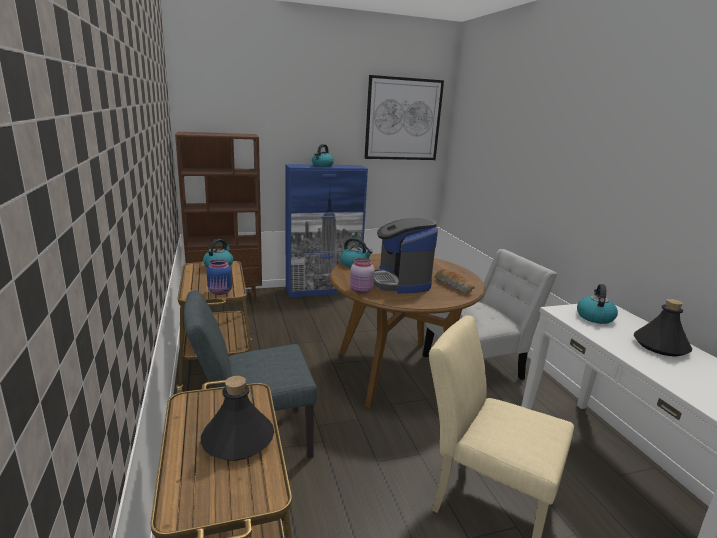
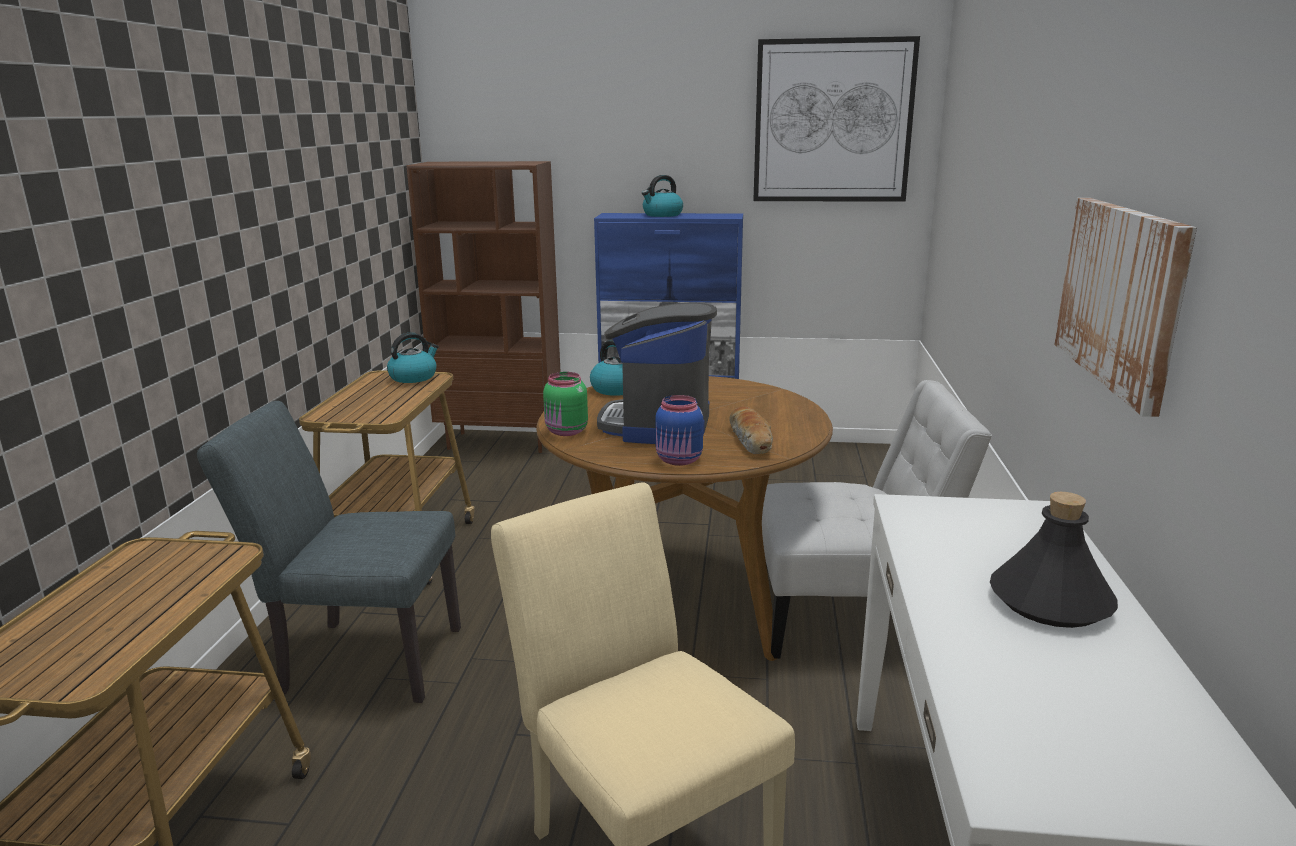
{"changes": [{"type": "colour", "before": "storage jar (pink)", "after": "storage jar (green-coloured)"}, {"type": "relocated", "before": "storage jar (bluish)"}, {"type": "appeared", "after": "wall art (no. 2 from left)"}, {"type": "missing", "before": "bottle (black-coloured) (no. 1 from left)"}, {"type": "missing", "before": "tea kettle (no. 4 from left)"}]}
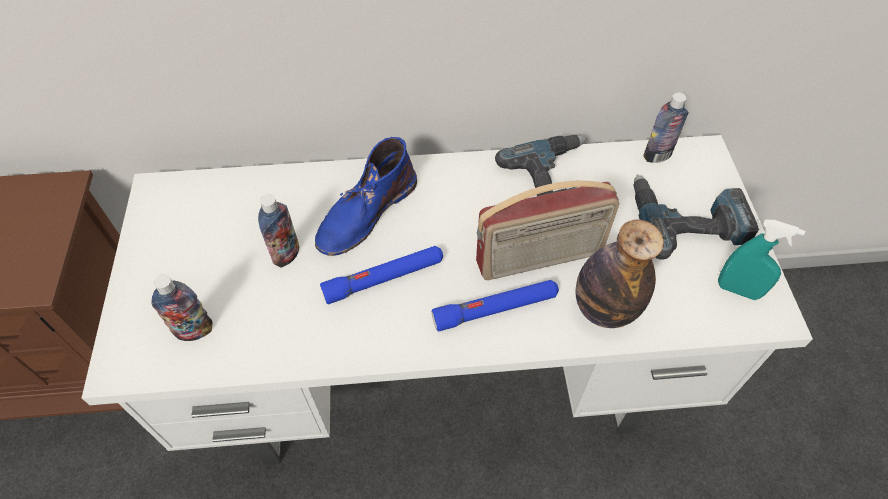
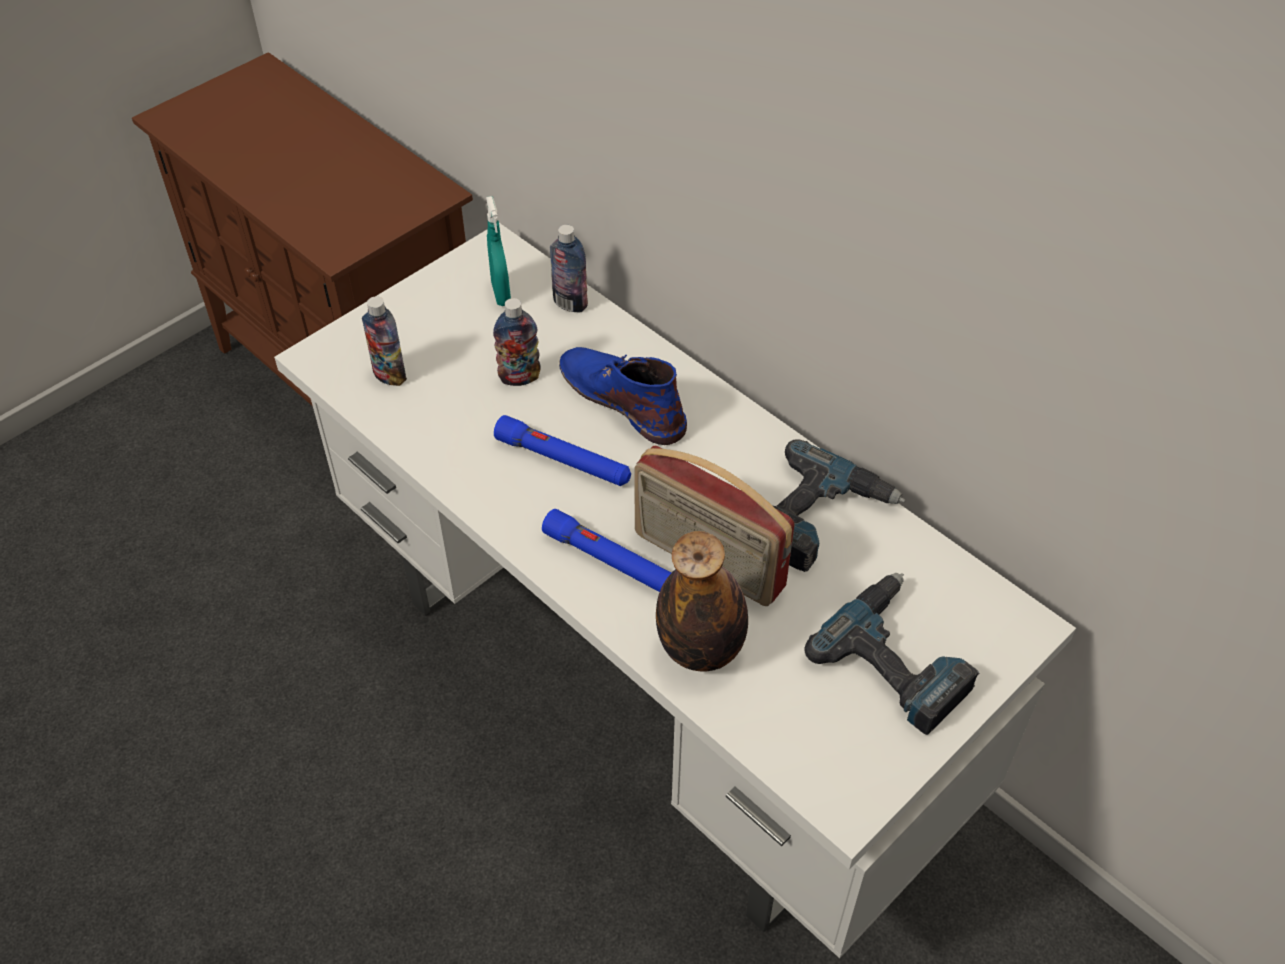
{"changes": [{"type": "relocated", "before": "spray bottle (turquoise)"}, {"type": "relocated", "before": "bottle (no. 4 from left in the first image)", "after": "bottle (no. 3 from left)"}, {"type": "spun", "before": "tall boot (bluish)", "turn": 45}]}
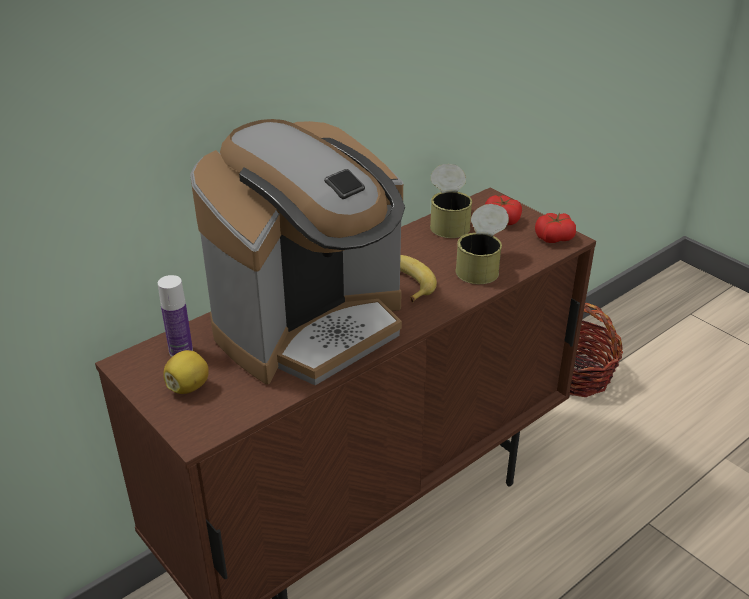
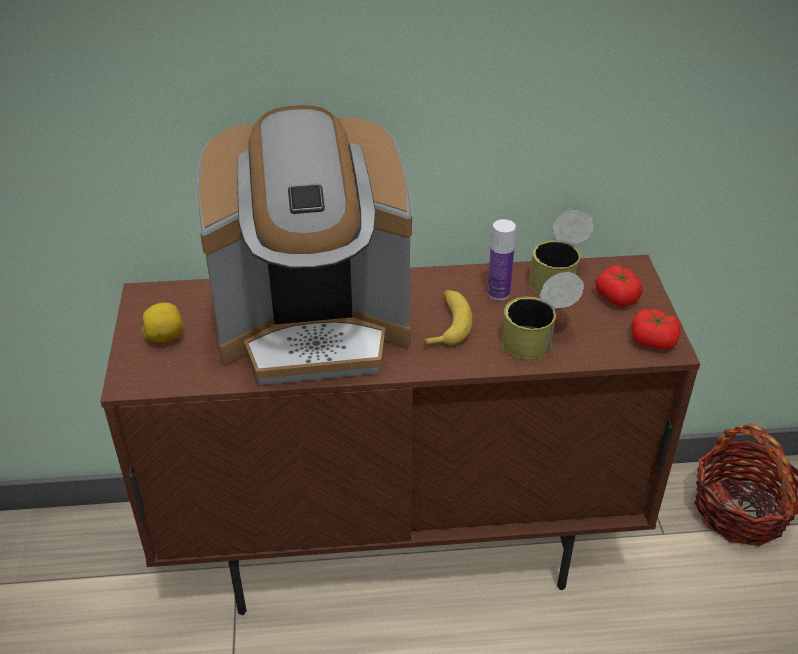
{"changes": [{"type": "relocated", "before": "bottle"}]}
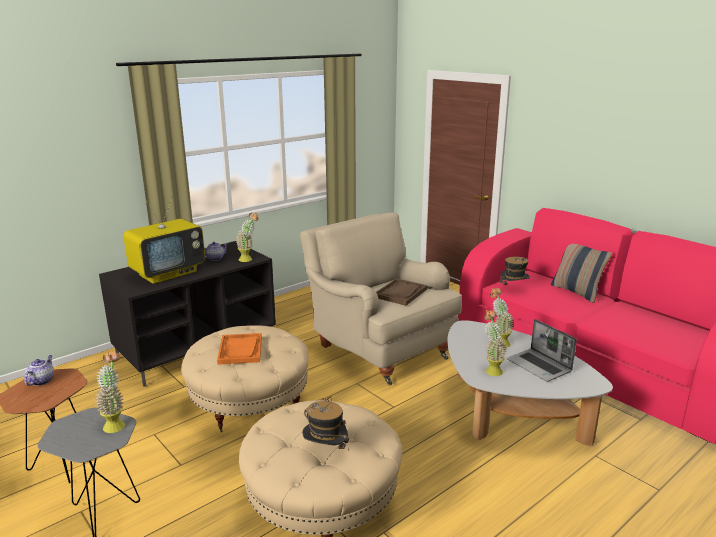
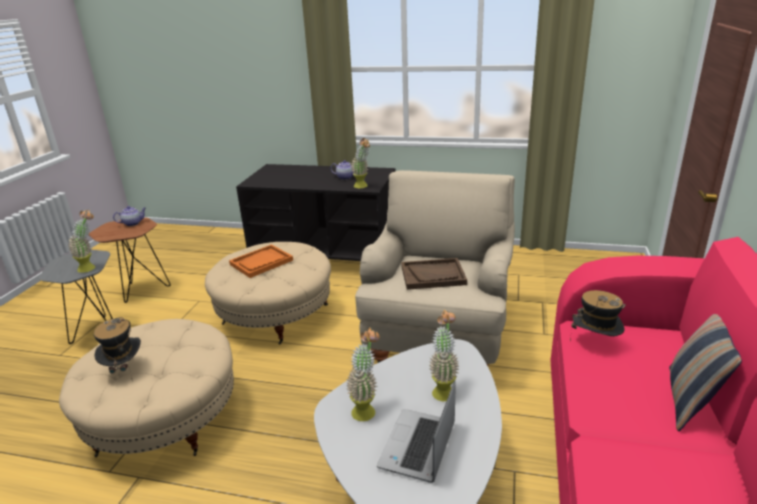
{"changes": [{"type": "missing", "before": "television"}]}
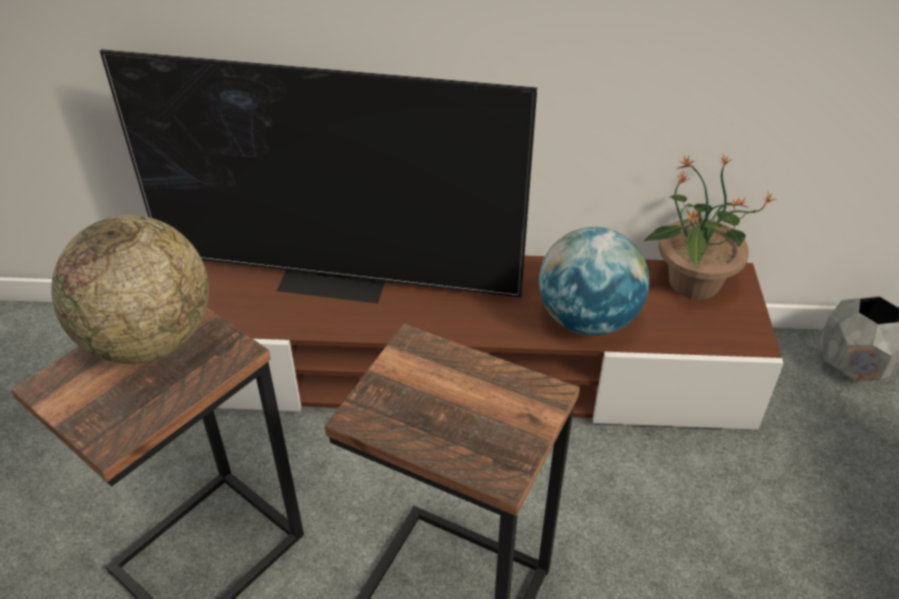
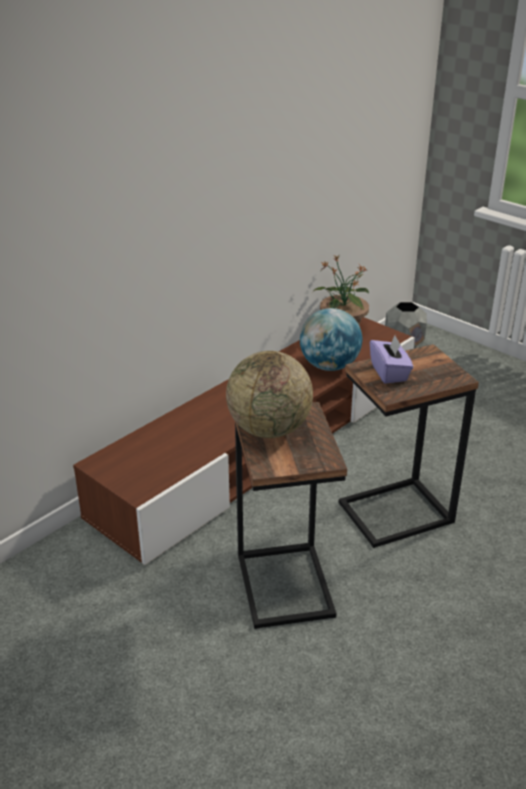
{"changes": [{"type": "appeared", "after": "tissue holder (purplish)"}, {"type": "missing", "before": "television"}]}
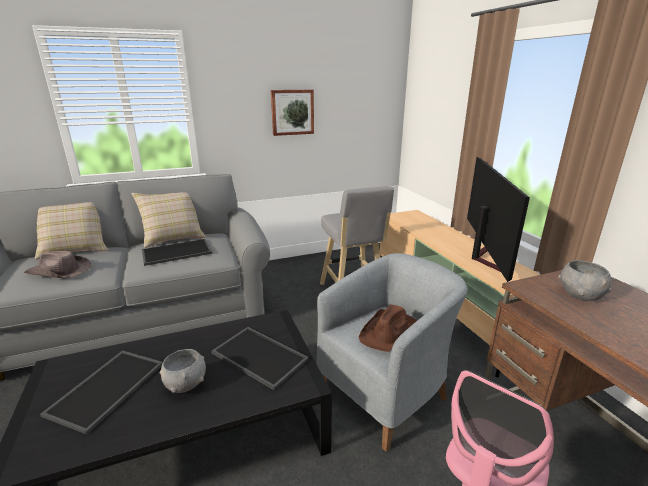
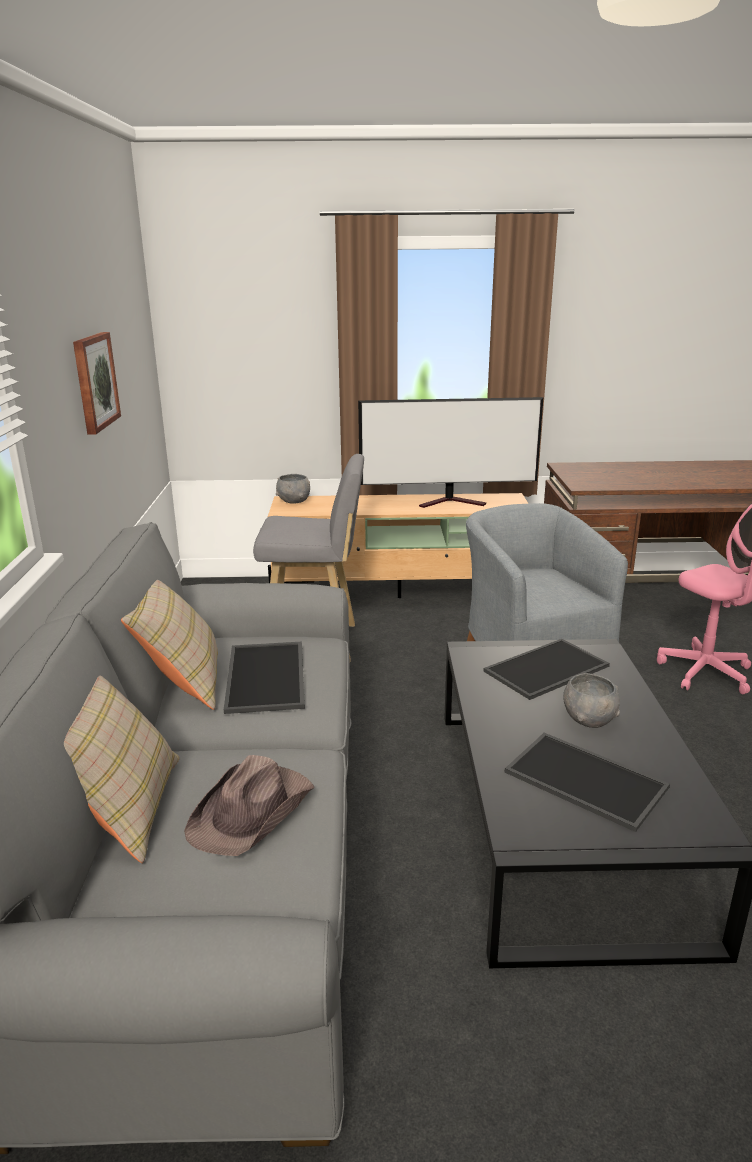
{"changes": [{"type": "relocated", "before": "deep dish (gray) (no. 2 from left in the first image)", "after": "deep dish (gray) (no. 1 from left)"}, {"type": "spun", "before": "television", "turn": 150}, {"type": "missing", "before": "wearable hat (brownish) (no. 2 from left)"}]}
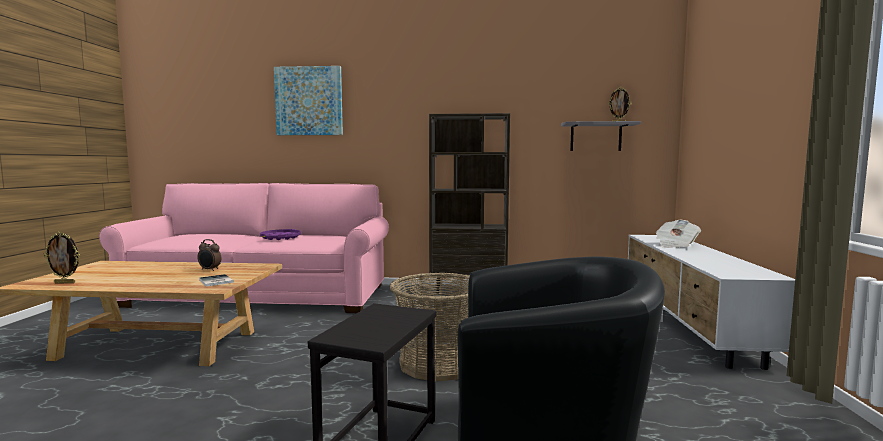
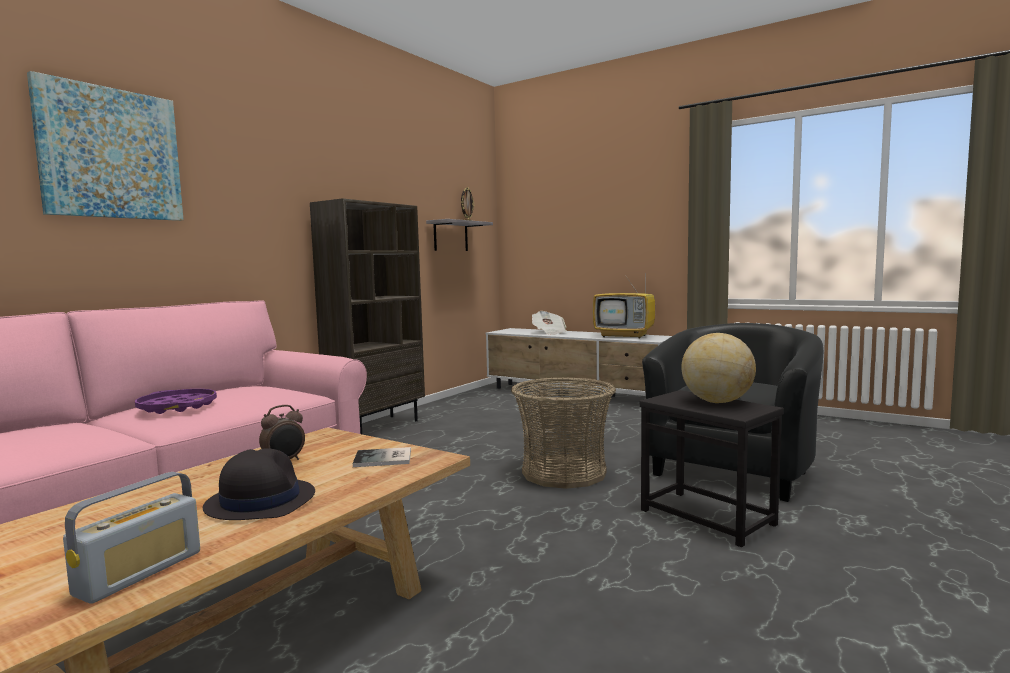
{"changes": [{"type": "exchanged", "before": "photo frame (no. 1 from left)", "after": "radio set"}, {"type": "appeared", "after": "wearable hat (black-coloured)"}, {"type": "appeared", "after": "television"}, {"type": "appeared", "after": "desk globe"}]}
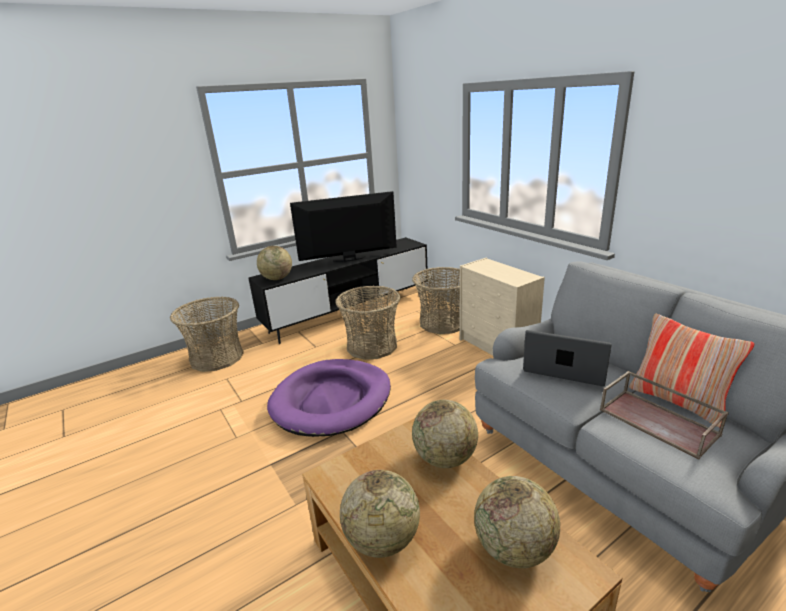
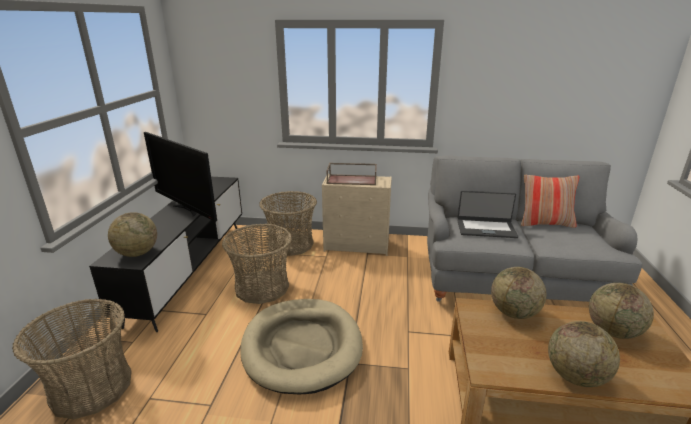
{"changes": [{"type": "spun", "before": "television", "turn": -75}, {"type": "colour", "before": "pet bed (purplish)", "after": "pet bed (beige-coloured)"}, {"type": "relocated", "before": "tray (brownish)"}, {"type": "spun", "before": "notebook computer", "turn": -150}]}
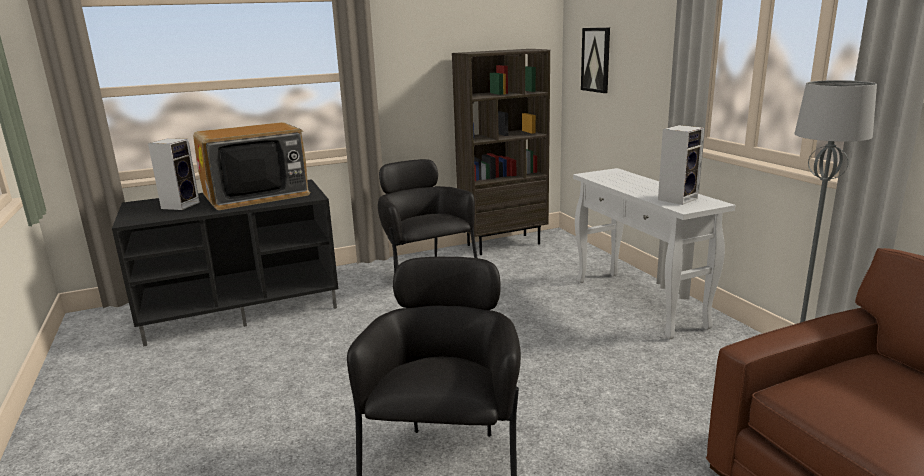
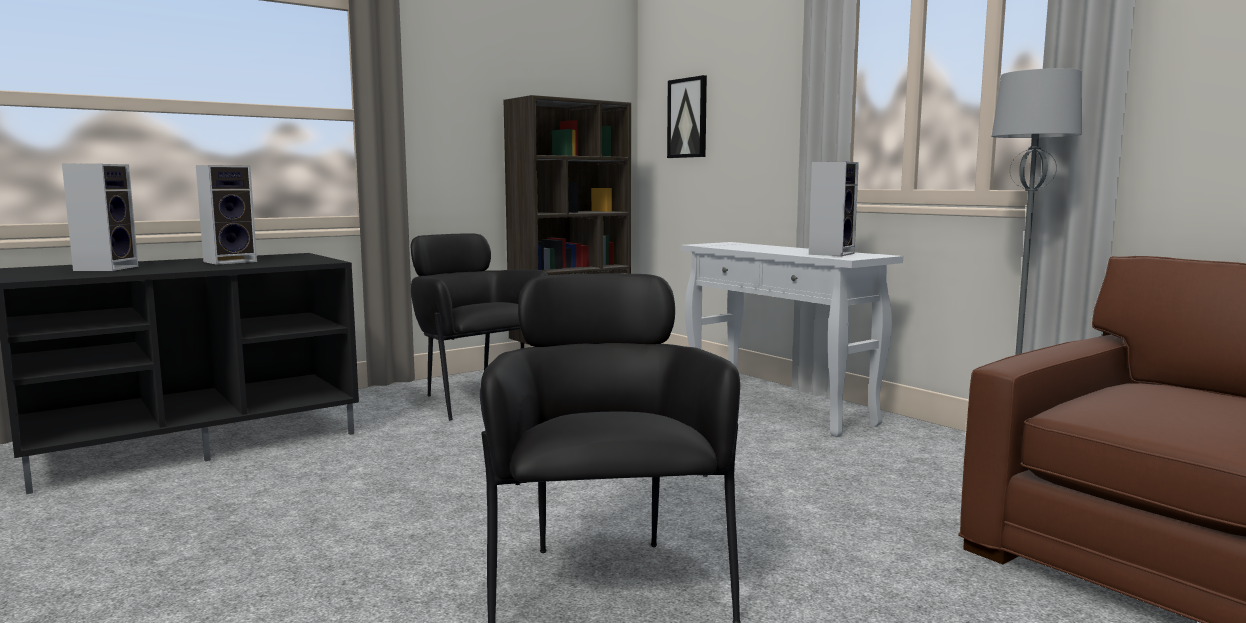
{"changes": [{"type": "exchanged", "before": "television", "after": "audio speaker (no. 2 from left)"}]}
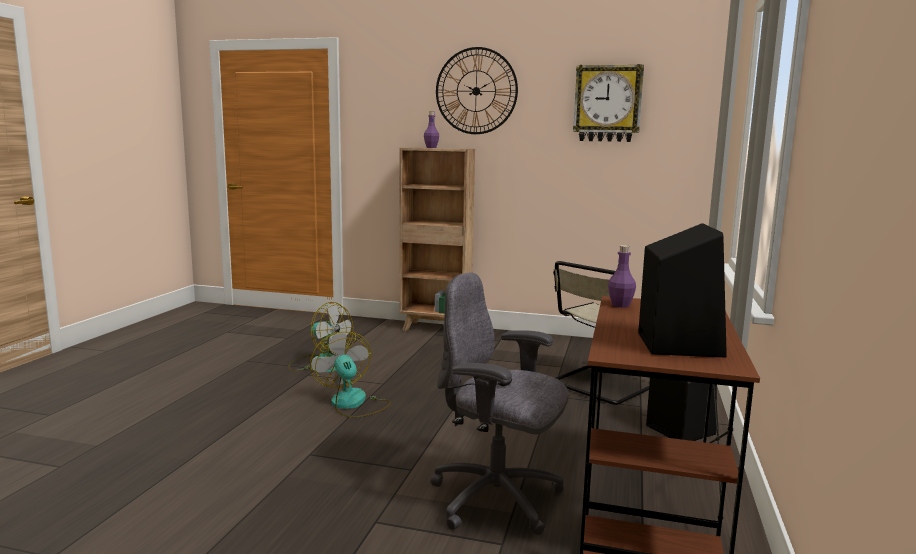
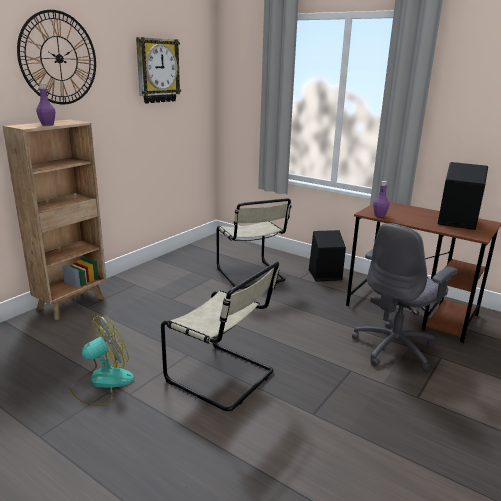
{"changes": [{"type": "exchanged", "before": "fan (no. 2 from left)", "after": "plain chair (beige-coloured) (no. 1 from left)"}]}
